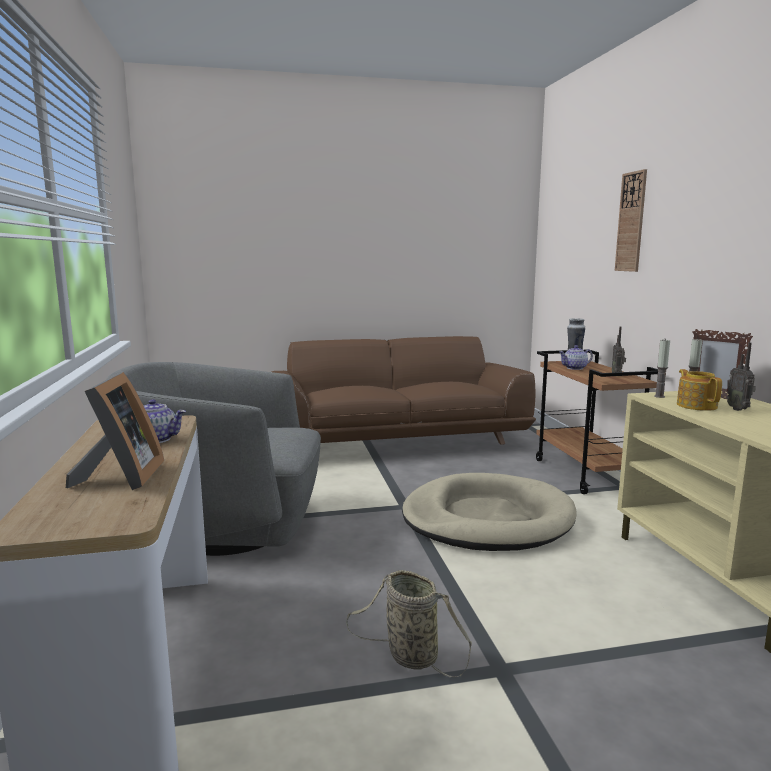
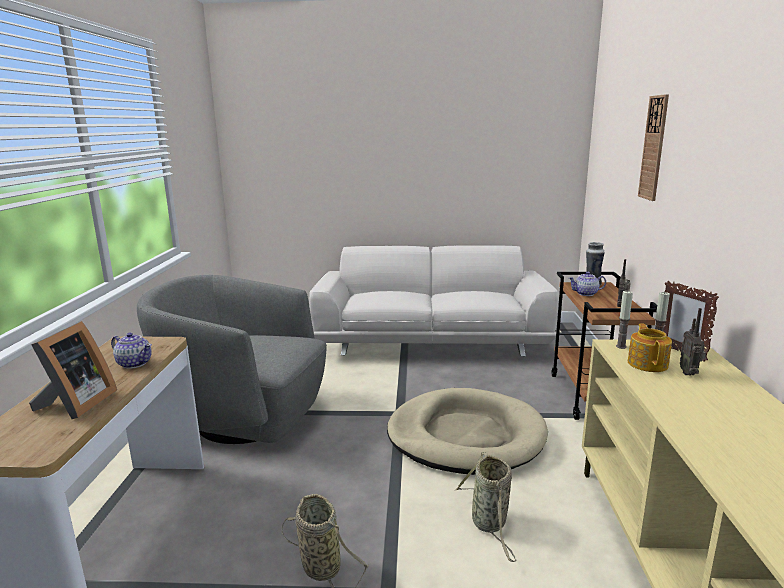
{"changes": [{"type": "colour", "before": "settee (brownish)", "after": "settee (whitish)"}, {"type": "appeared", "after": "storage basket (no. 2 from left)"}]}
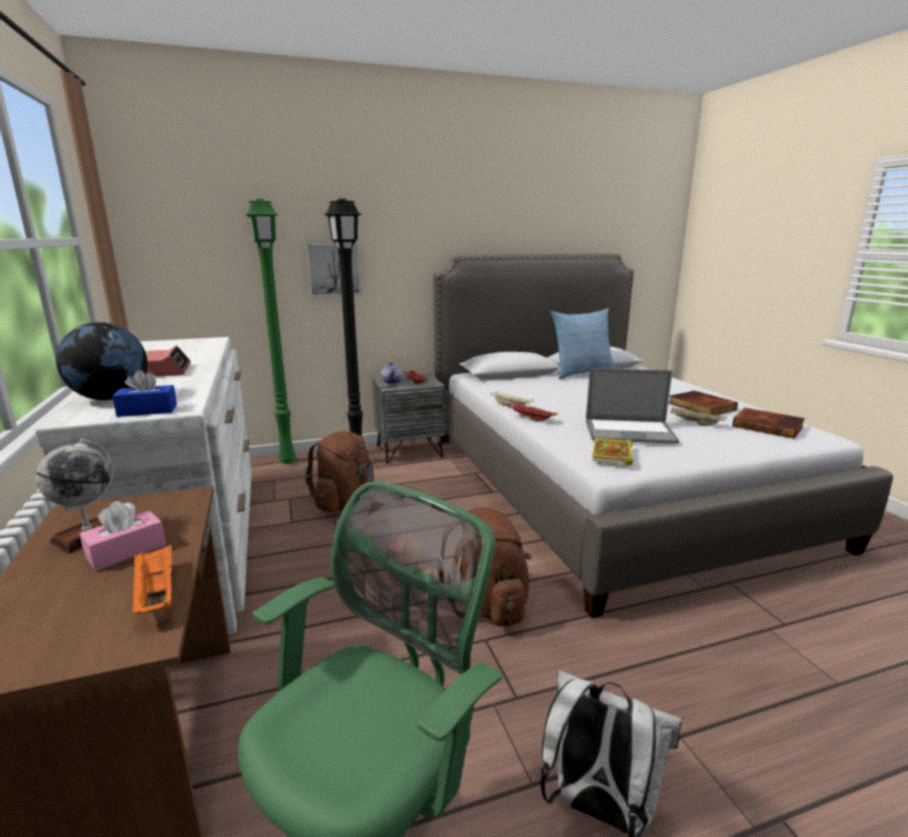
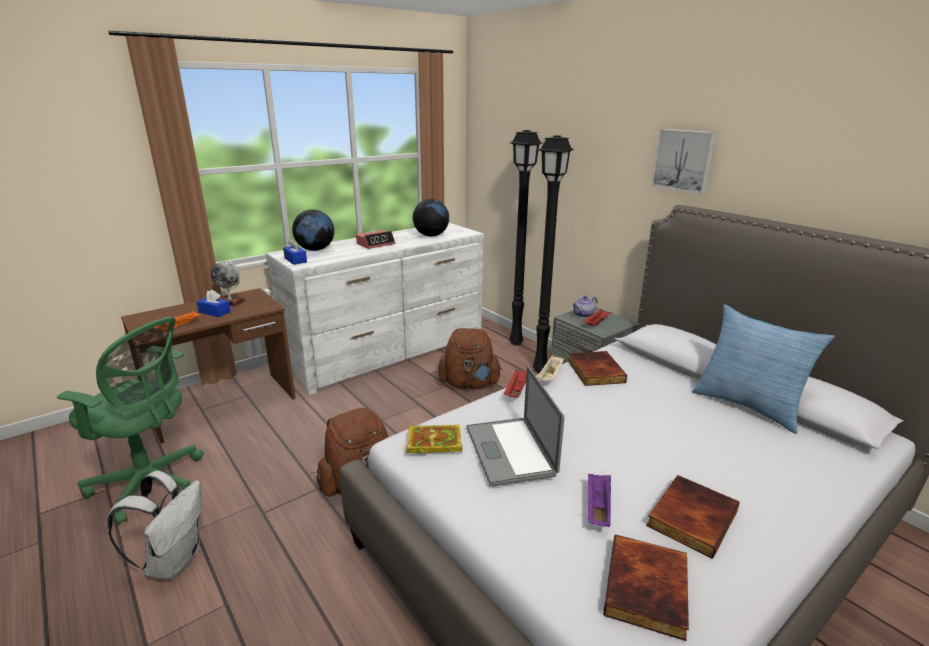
{"changes": [{"type": "colour", "before": "tissue holder (pink)", "after": "tissue holder (bluish) (no. 1 from left)"}, {"type": "appeared", "after": "desk globe (no. 3 from left)"}, {"type": "colour", "before": "standing lamp (green-coloured)", "after": "standing lamp (black-coloured) (no. 1 from left)"}, {"type": "appeared", "after": "volume (no. 2 from left)"}, {"type": "colour", "before": "tray (beige-coloured) (no. 2 from left)", "after": "tray (purplish)"}, {"type": "relocated", "before": "wall art"}]}
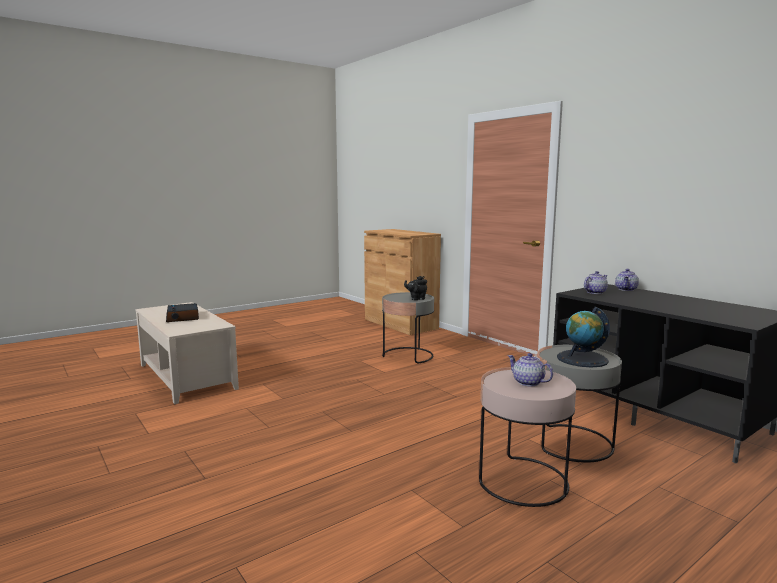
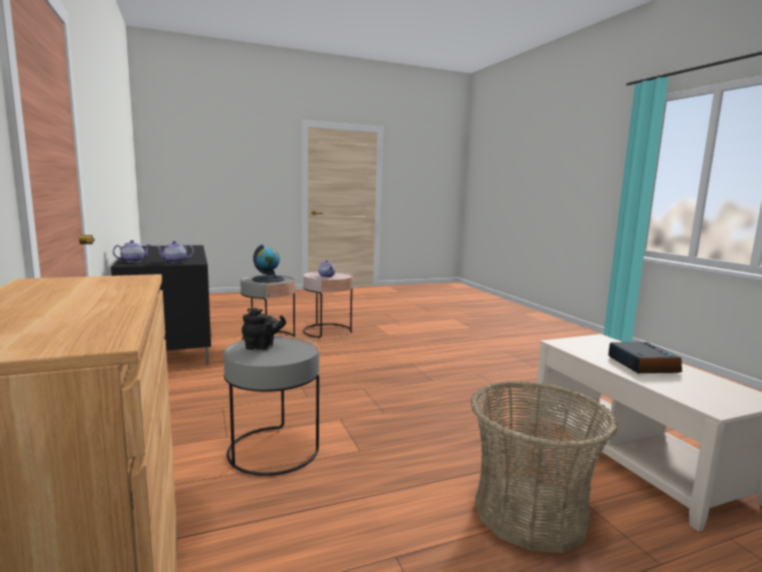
{"changes": [{"type": "appeared", "after": "storage basket"}]}
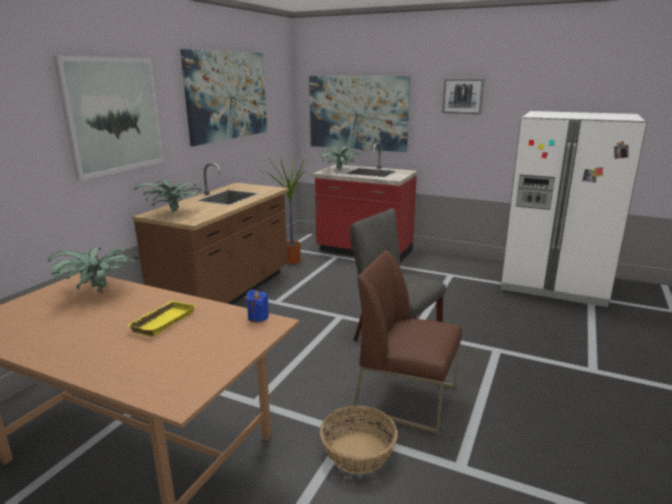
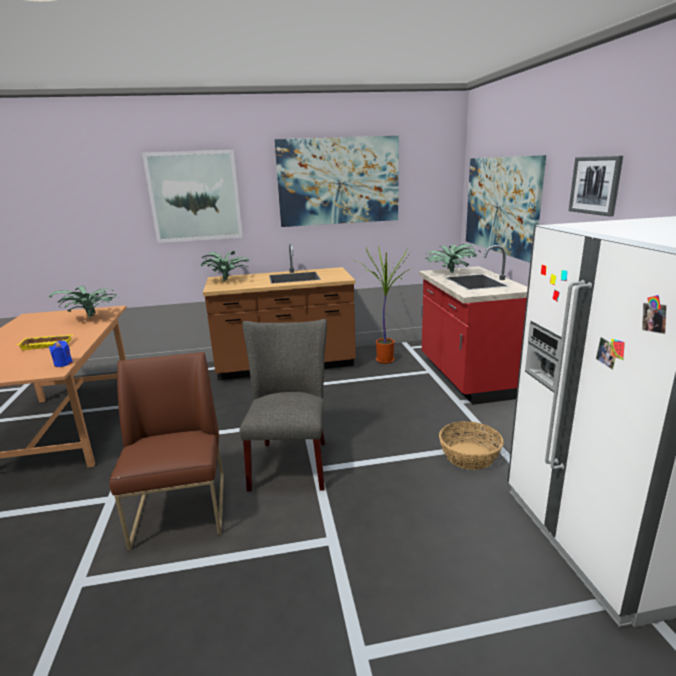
{"changes": [{"type": "relocated", "before": "storage basket"}]}
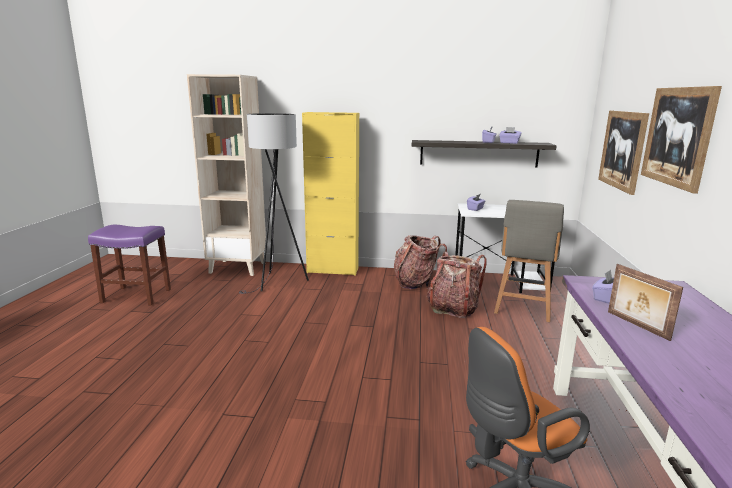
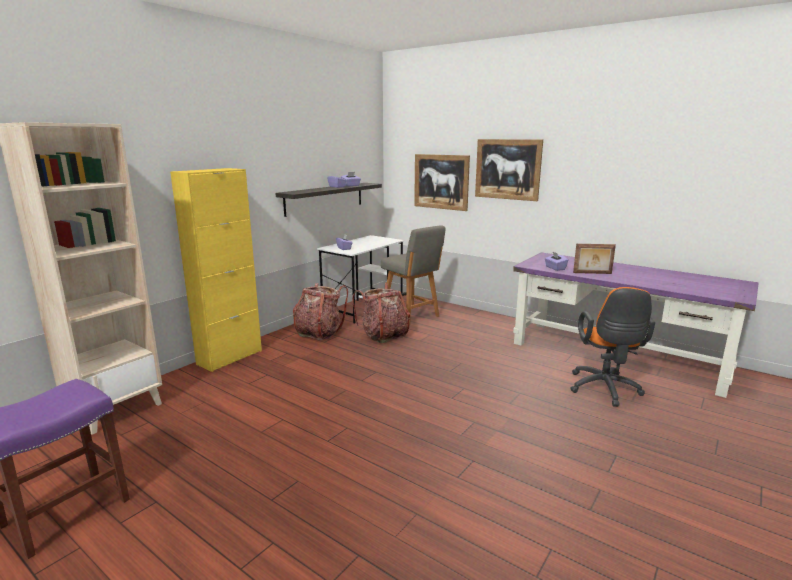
{"changes": [{"type": "missing", "before": "standing lamp (gray)"}]}
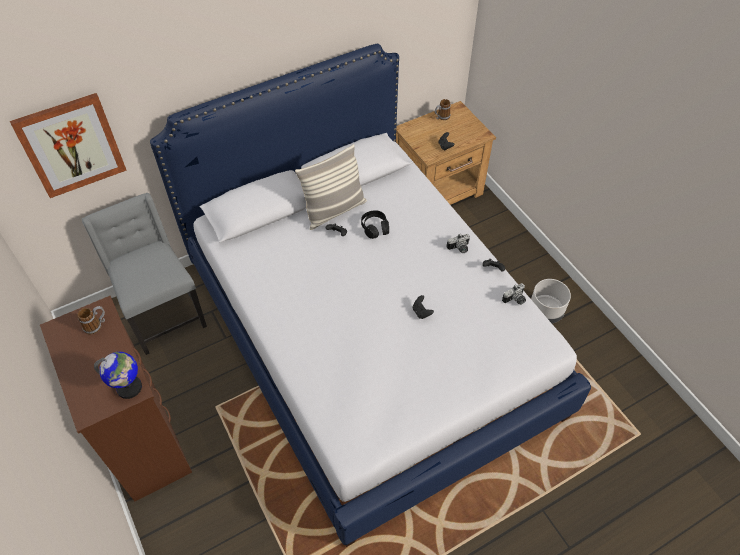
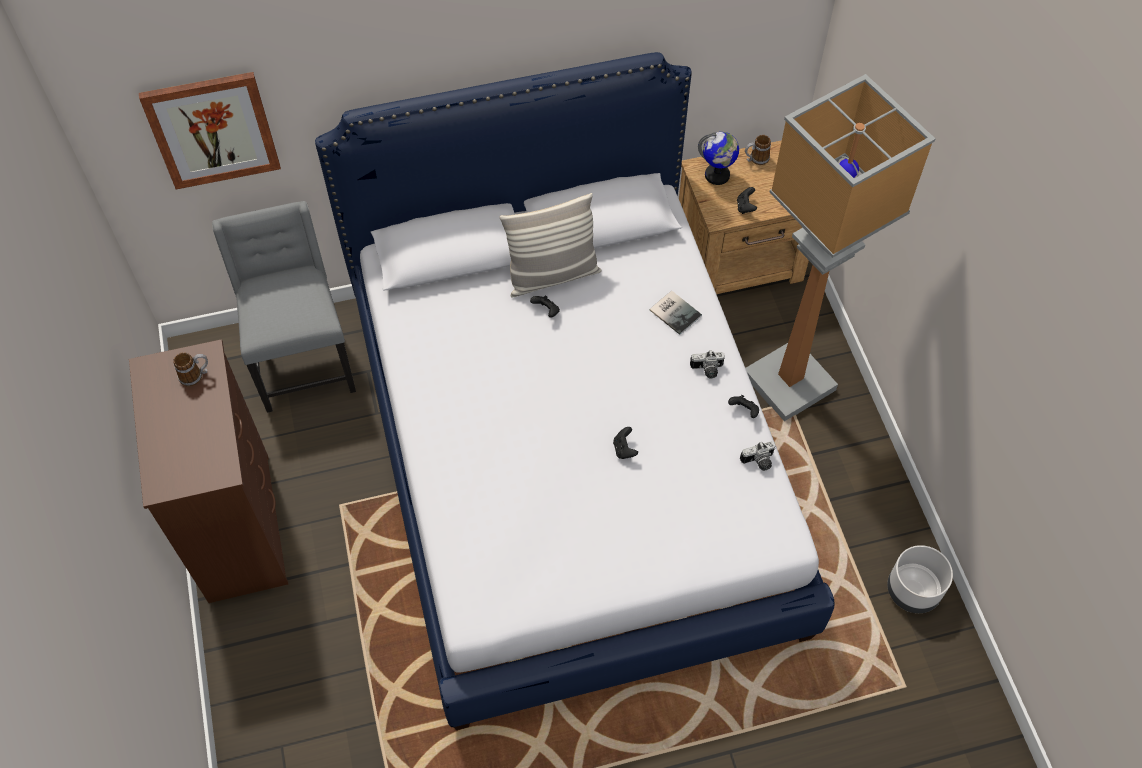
{"changes": [{"type": "appeared", "after": "volume"}, {"type": "relocated", "before": "desk globe"}, {"type": "appeared", "after": "standing lamp"}, {"type": "relocated", "before": "flower pot (gray)"}, {"type": "missing", "before": "headphones (black-coloured)"}]}
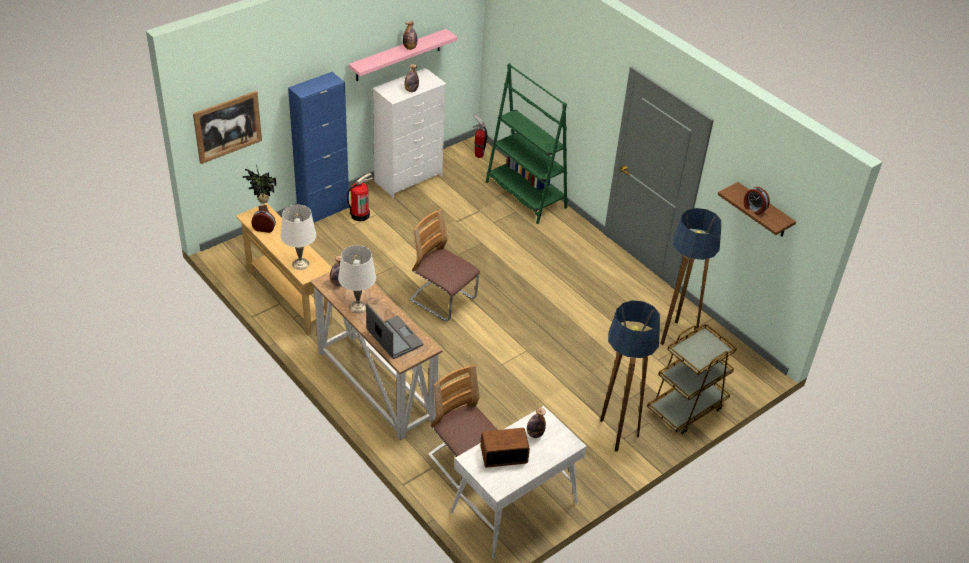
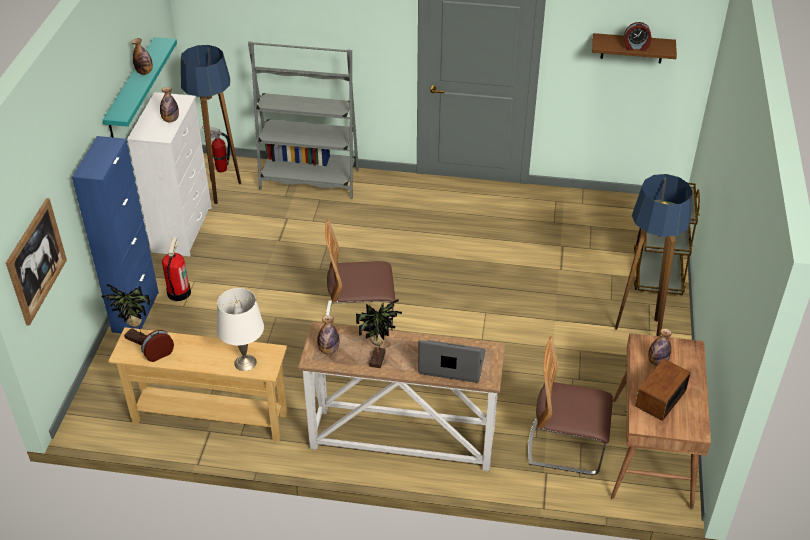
{"changes": [{"type": "colour", "before": "bracket shelf (pink)", "after": "bracket shelf (turquoise)"}, {"type": "relocated", "before": "standing lamp (no. 2 from left in the first image)", "after": "standing lamp (no. 1 from left)"}, {"type": "colour", "before": "bookshelf (green-coloured)", "after": "bookshelf (gray)"}, {"type": "exchanged", "before": "lamp for a table (whitish) (no. 2 from left)", "after": "potted plant (no. 2 from left)"}, {"type": "colour", "before": "desk unit (whitish)", "after": "desk unit (brownish)"}]}
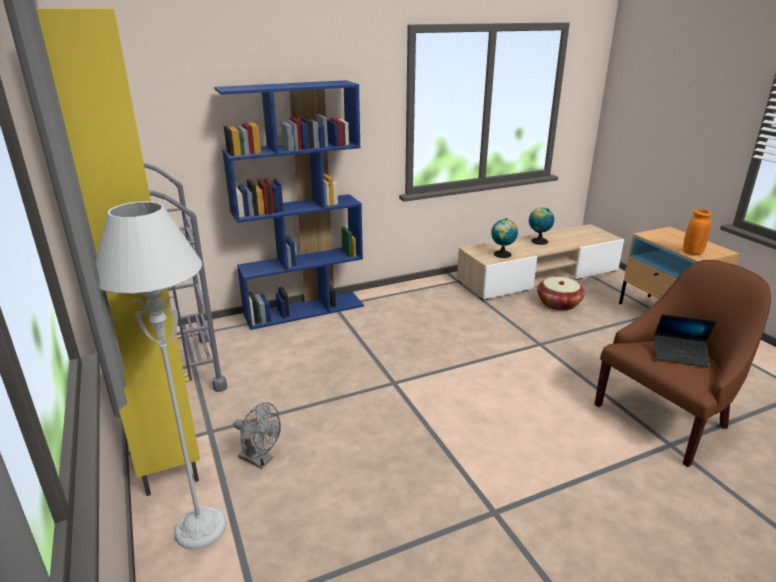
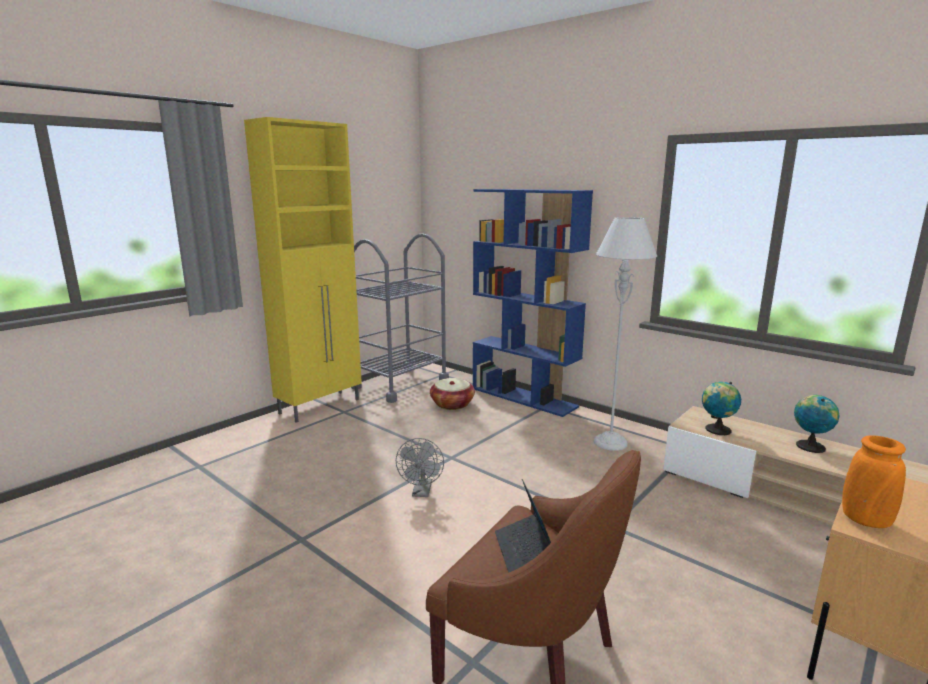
{"changes": [{"type": "relocated", "before": "fan (gray)"}, {"type": "relocated", "before": "storage basket"}, {"type": "relocated", "before": "standing lamp (gray)"}]}
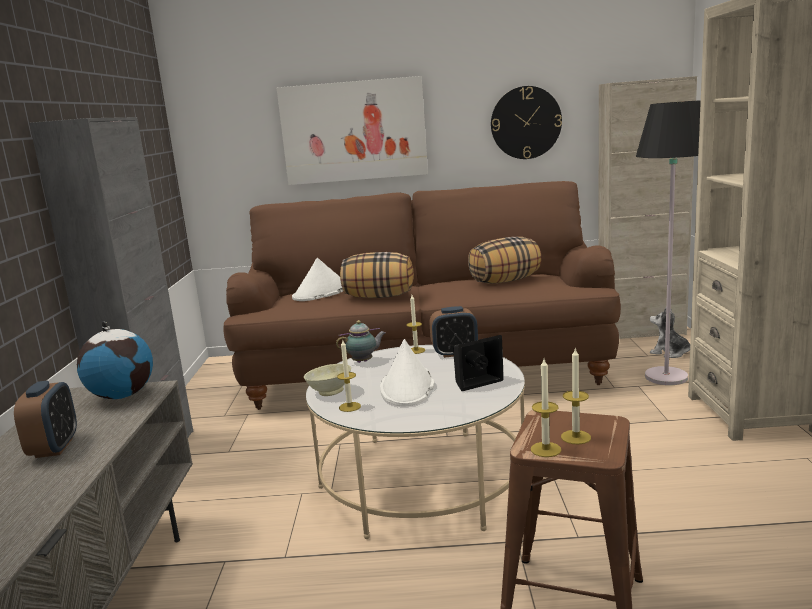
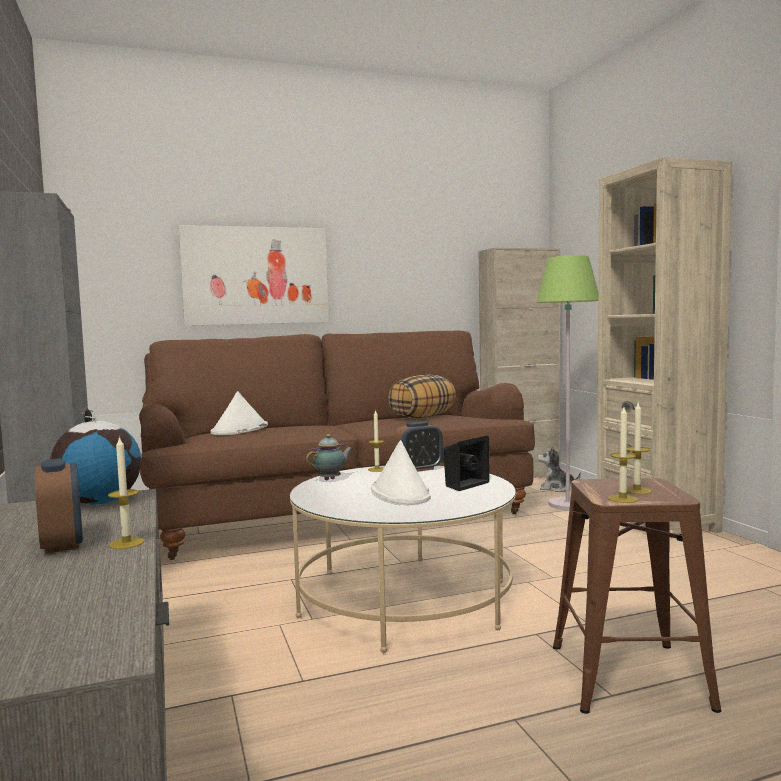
{"changes": [{"type": "relocated", "before": "wax light (no. 1 from left)"}, {"type": "colour", "before": "standing lamp (black-coloured)", "after": "standing lamp (green-coloured)"}, {"type": "missing", "before": "deep dish (beige-coloured)"}, {"type": "missing", "before": "cushion (no. 1 from left)"}, {"type": "missing", "before": "wall clock"}]}
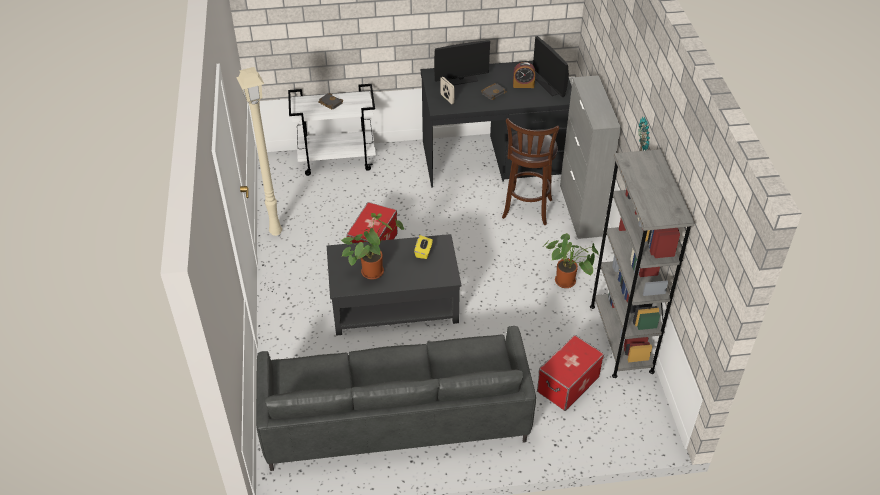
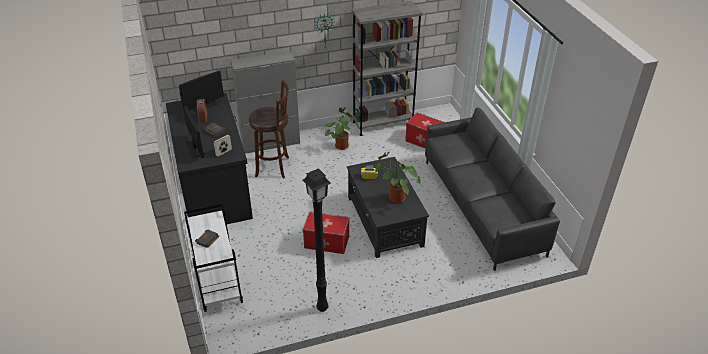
{"changes": [{"type": "colour", "before": "standing lamp (beige-coloured)", "after": "standing lamp (black-coloured)"}]}
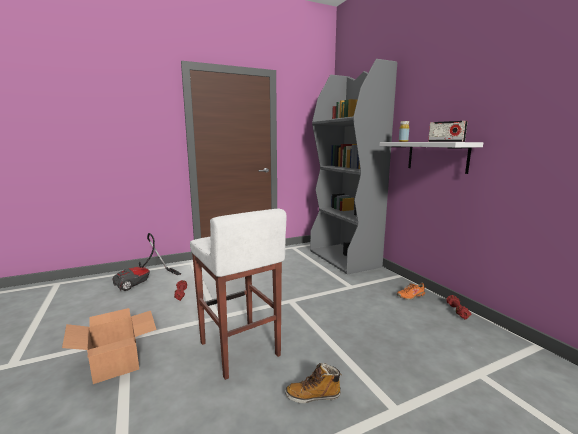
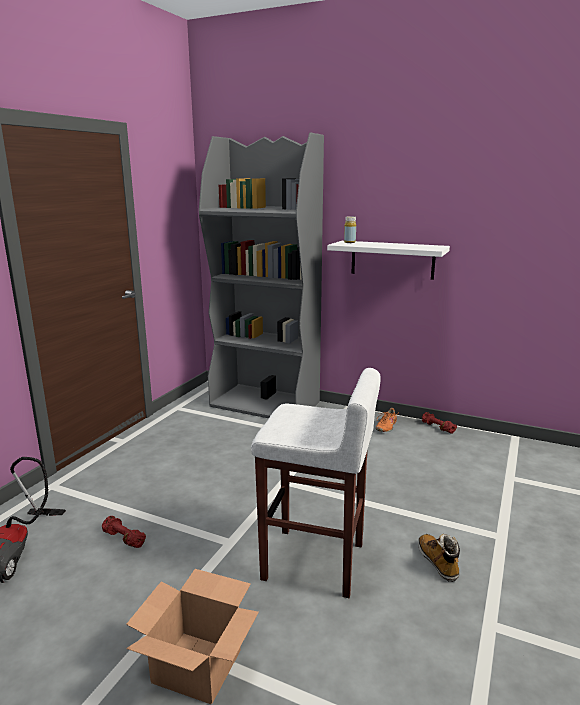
{"changes": [{"type": "spun", "before": "tall boot", "turn": 120}, {"type": "missing", "before": "radio set"}]}
